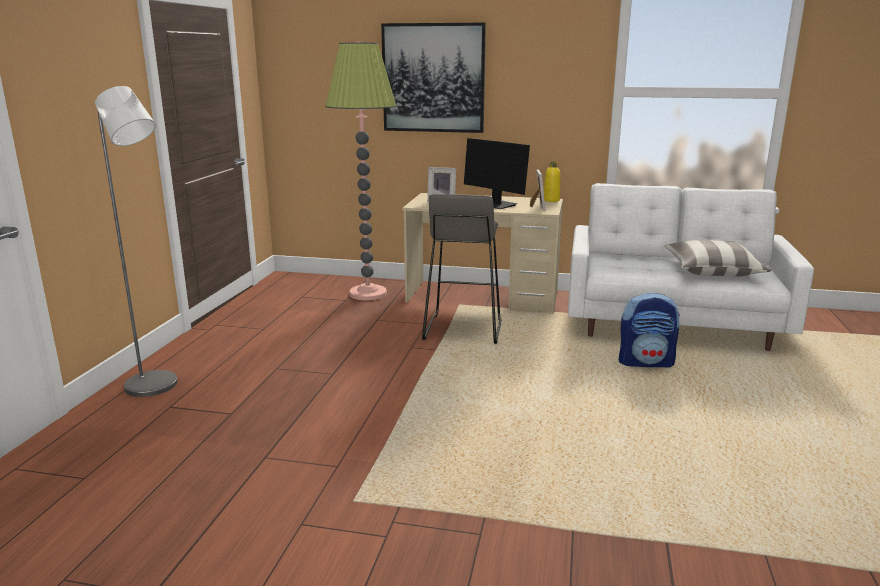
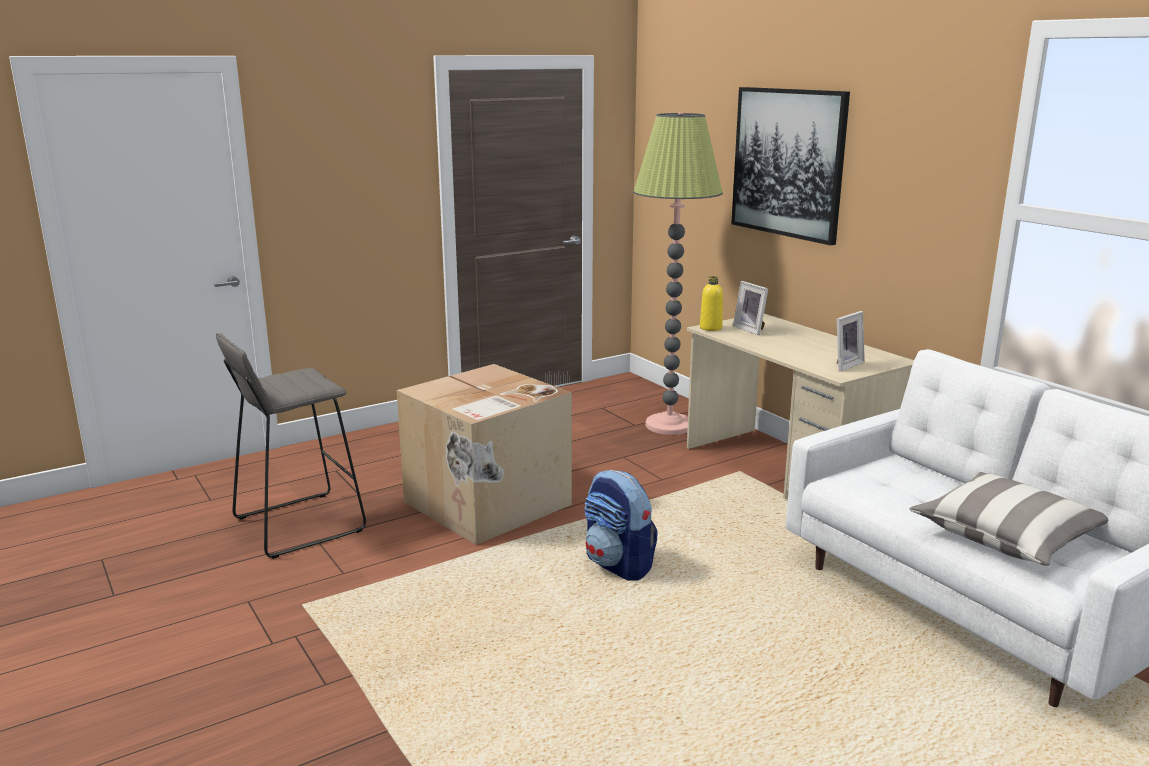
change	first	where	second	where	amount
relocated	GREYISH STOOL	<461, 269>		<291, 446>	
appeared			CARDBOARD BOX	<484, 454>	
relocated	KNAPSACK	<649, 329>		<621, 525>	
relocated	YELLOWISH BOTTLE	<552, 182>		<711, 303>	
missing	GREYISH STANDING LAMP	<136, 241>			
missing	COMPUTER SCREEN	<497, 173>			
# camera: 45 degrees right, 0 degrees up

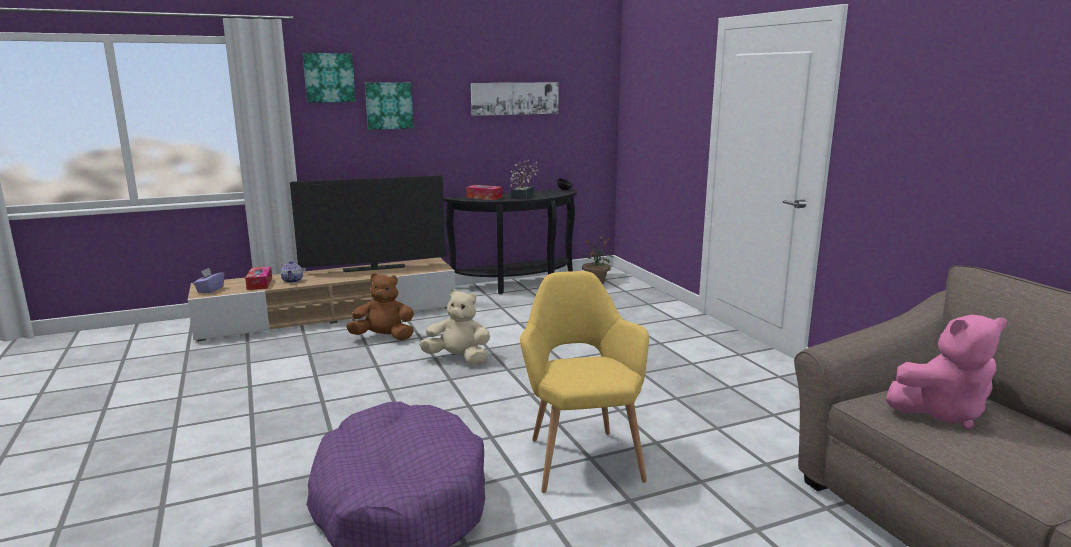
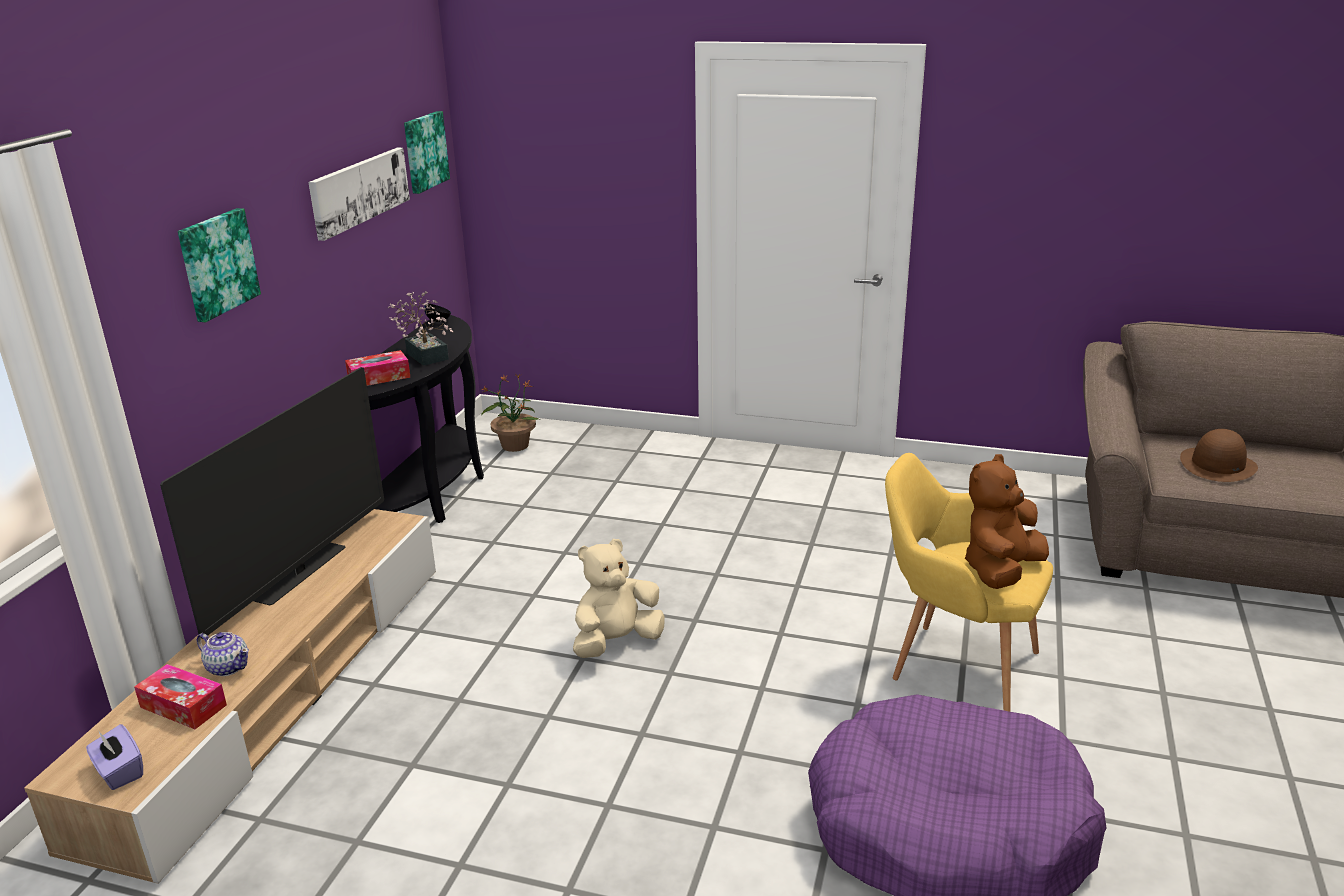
change	first	where	second	where	amount
relocated	WALL PICTURE	<329, 78>		<427, 152>	
relocated	BROWN-COLOURED PLUSH TOY	<380, 306>		<1007, 521>	
exchanged	PINKISH PLUSH TOY	<946, 372>	BROWN-COLOURED CLOTHING HAT	<1219, 455>	
# camera: 50 degrees left, 10 degrees up

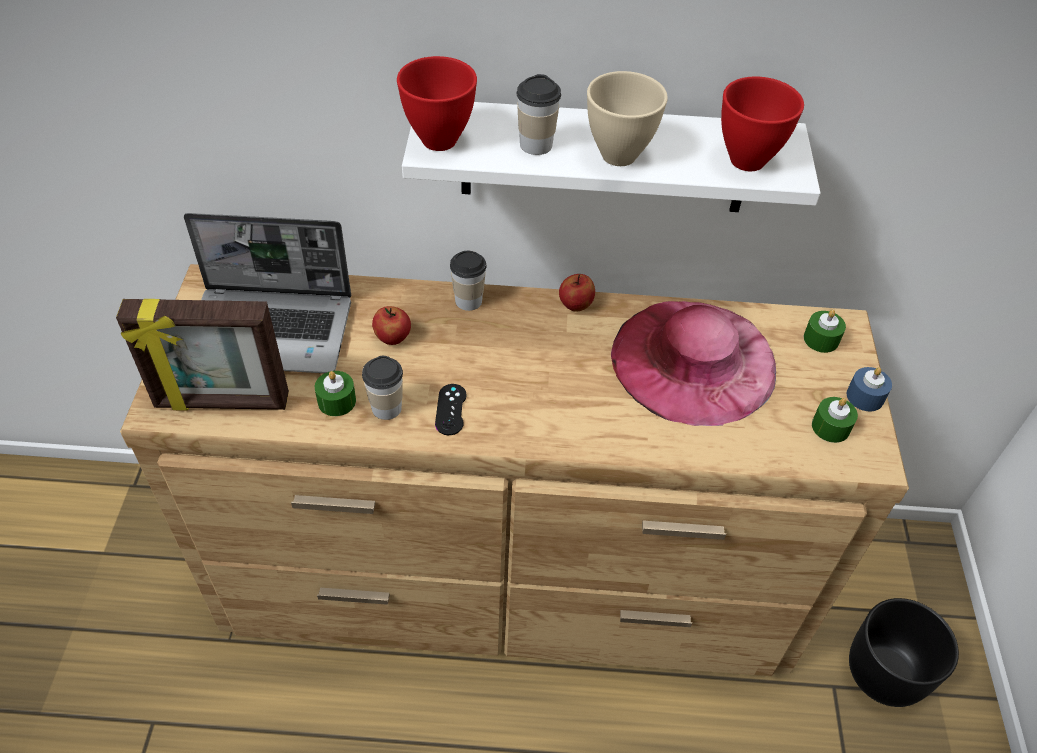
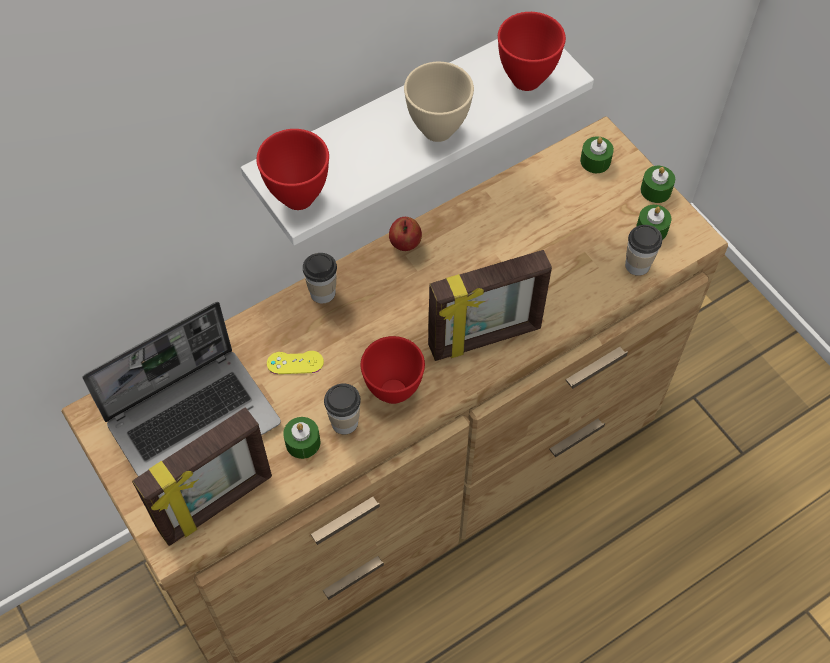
change	first	where	second	where	amount
exchanged	APPLE FRUIT	<391, 325>	YELLOWISH GAMEPAD	<295, 362>	
exchanged	BLACK-COLOURED GAMEPAD	<451, 409>	RED BOWL	<393, 370>	
appeared			PHOTO FRAME	<490, 305>	
relocated	SMALL CUP	<539, 114>		<643, 250>	
colour	BLUE-COLOURED WAX LIGHT	<869, 389>	GREEN WAX LIGHT	<658, 184>	
missing	PINKISH CLOTHING HAT	<693, 363>			
missing	BLACK-COLOURED PLANTER	<904, 652>			
# camera: 35 degrees left, 10 degrees up

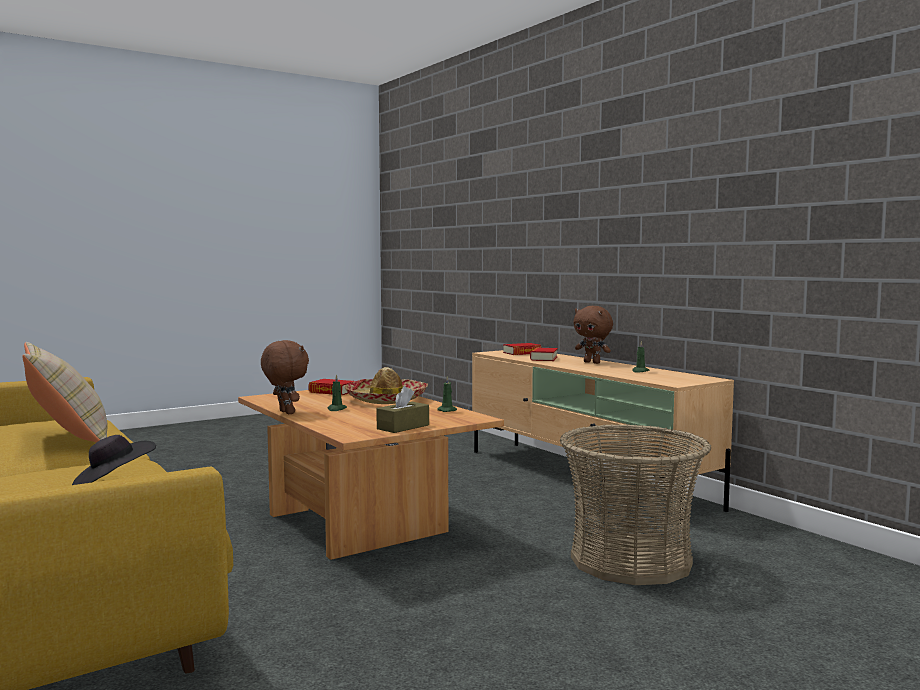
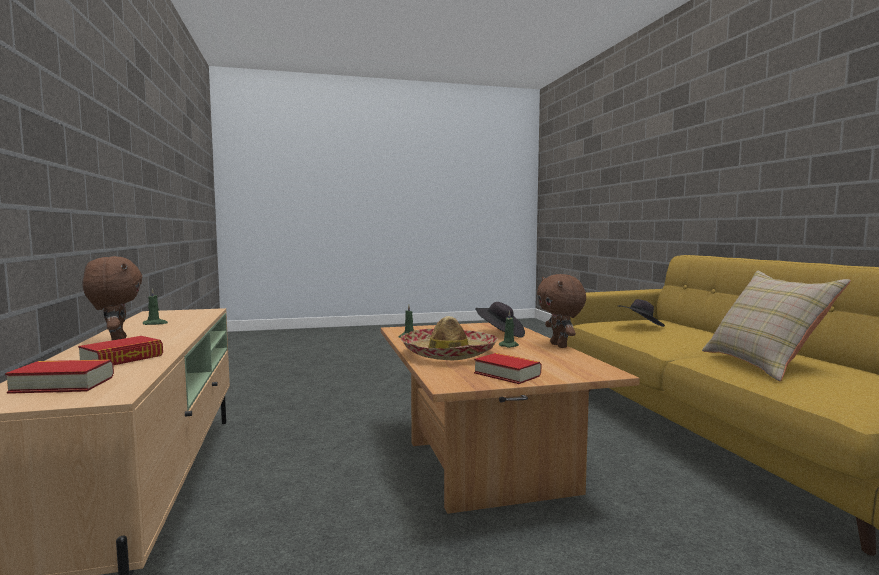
change	first	where	second	where	amount
appeared			BLACK-COLOURED CLOTHING HAT	<500, 320>	
missing	BROWN-COLOURED TISSUE BOX	<402, 409>			
missing	STORAGE BASKET	<635, 504>			
# camera: 160 degrees left, 0 degrees up

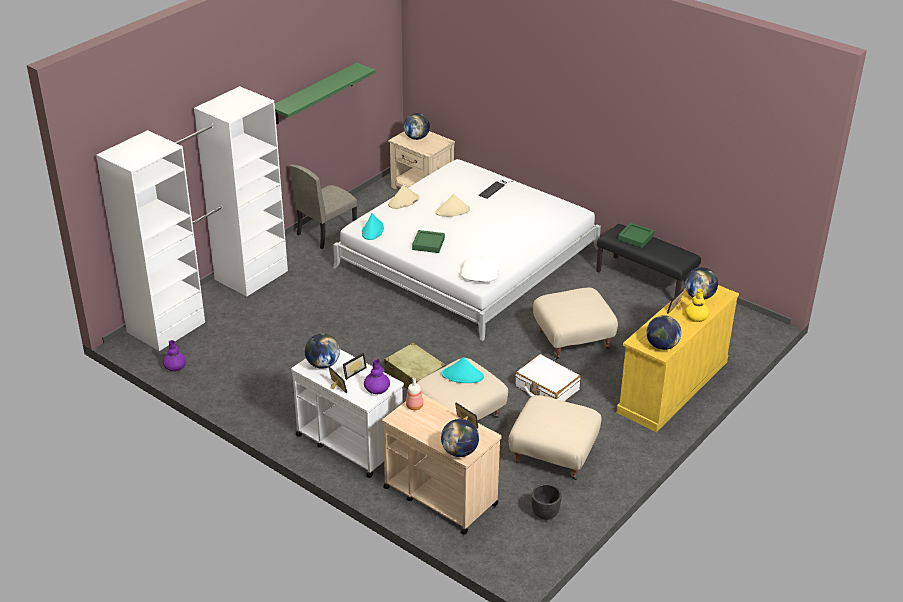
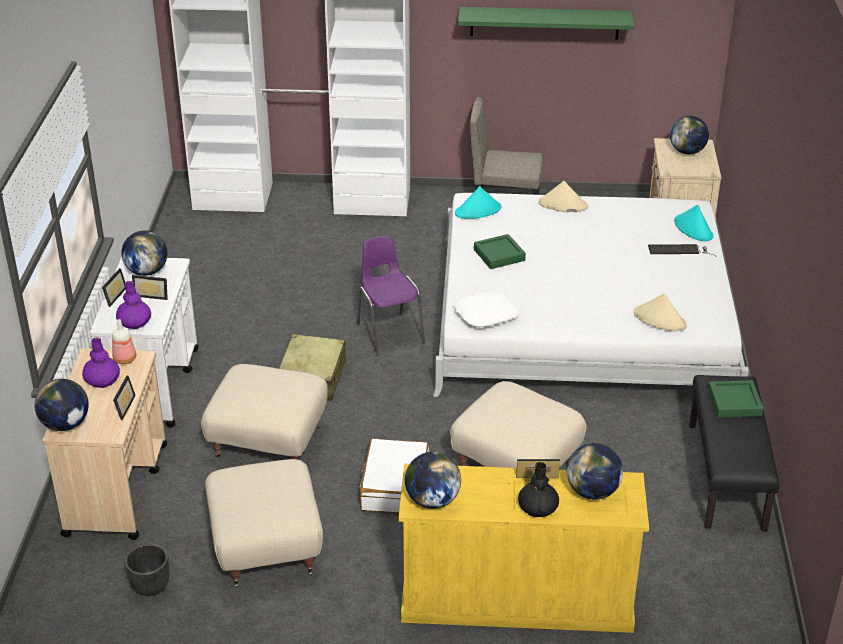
change	first	where	second	where	amount
relocated	PURPLE FLOWER VASE	<174, 355>		<101, 362>	
appeared			PURPLE PLAIN CHAIR	<391, 296>	
colour	YELLOWISH FLOWER VASE	<697, 305>	BLACK-COLOURED FLOWER VASE	<538, 489>	
relocated	BEIGE CLOTHING HAT	<453, 205>		<660, 312>	
relocated	TURQUOISE CLOTHING HAT	<463, 370>		<694, 223>	
# camera: 55 degrees right, 0 degrees up

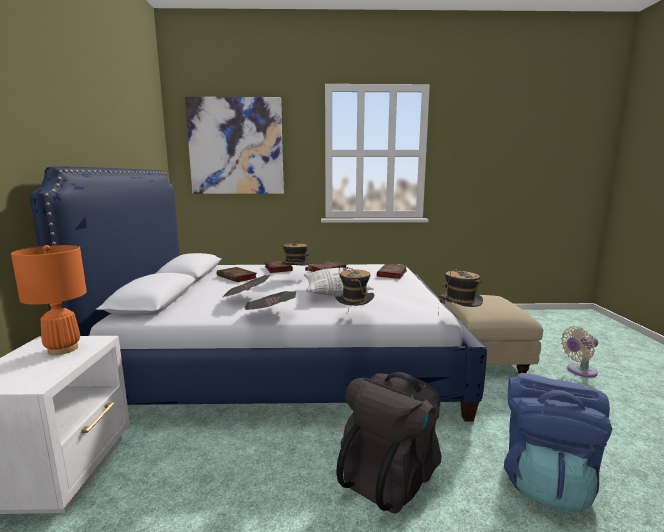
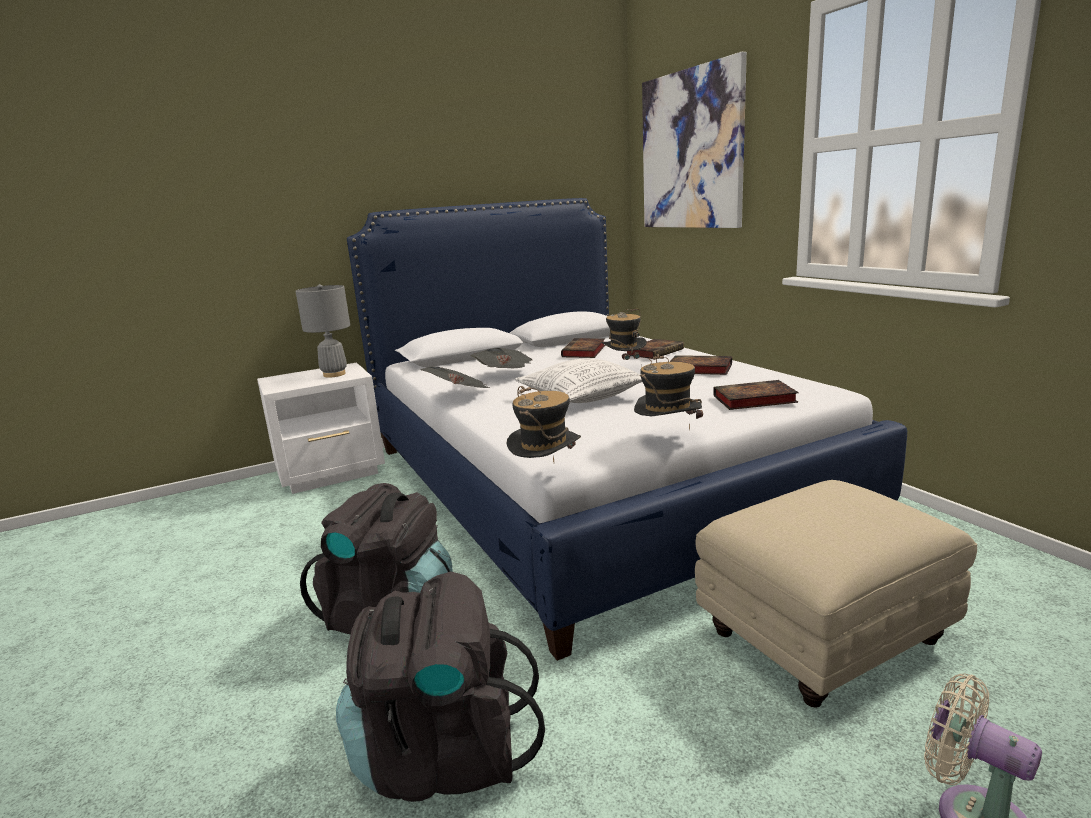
change	first	where	second	where	amount
colour	ORANGE-COLOURED TABLE LAMP	<49, 300>	GREYISH TABLE LAMP	<322, 331>	
colour	BLUE-COLOURED KNAPSACK	<558, 442>	BLACK-COLOURED KNAPSACK	<440, 686>	
relocated	CLOTHING HAT	<355, 289>		<668, 392>	
# camera: 65 degrees right, 5 degrees up

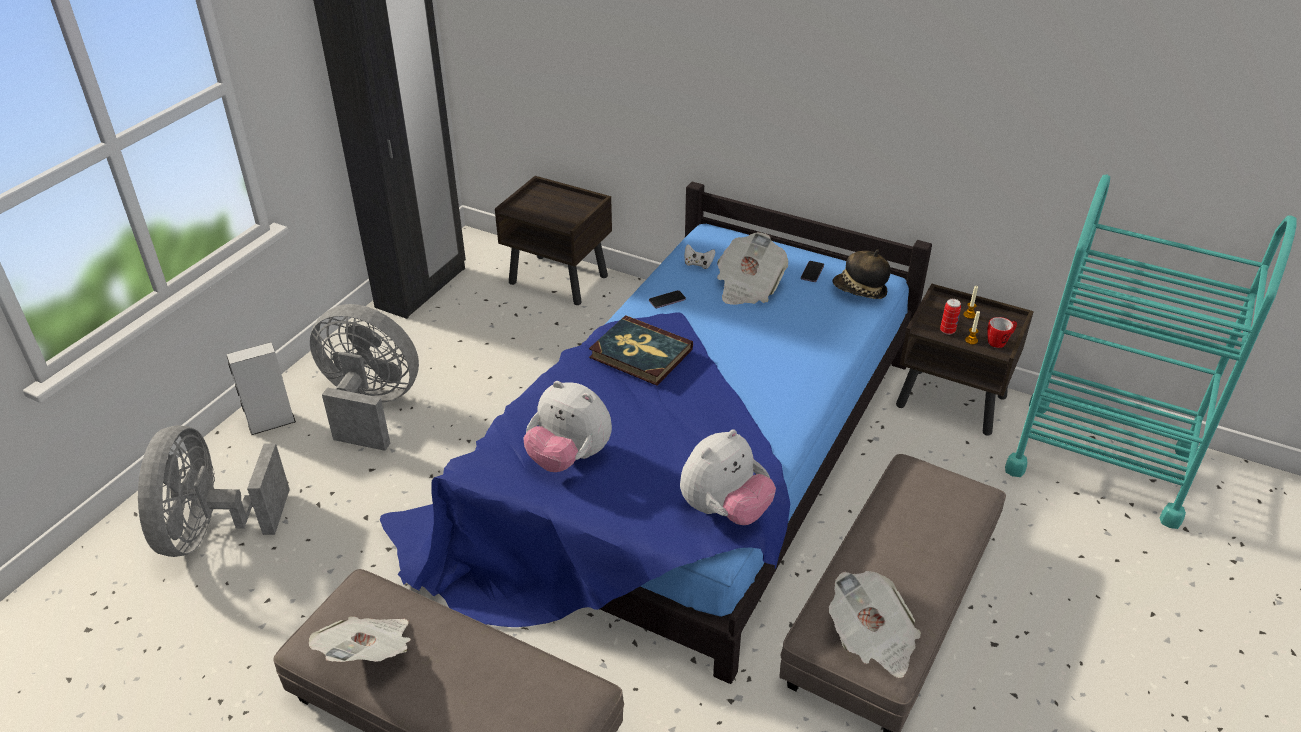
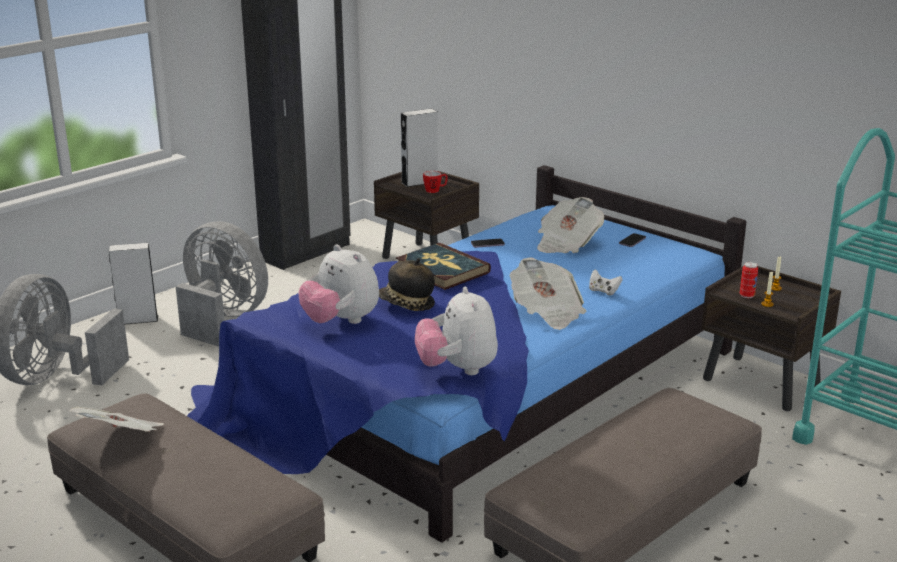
change	first	where	second	where	amount
relocated	CLOTHING HAT	<861, 274>		<407, 284>	
appeared			GREYISH AUDIO SPEAKER	<419, 147>	
spun	PLUSH TOY	<728, 477>		<456, 331>	105 degrees clockwise
relocated	TEA MUG	<1002, 332>		<435, 182>	
relocated	PRINTED PAPER	<875, 624>		<548, 294>	
relocated	WHITISH GAMEPAD	<699, 256>		<606, 282>	
# camera: 15 degrees right, 15 degrees down

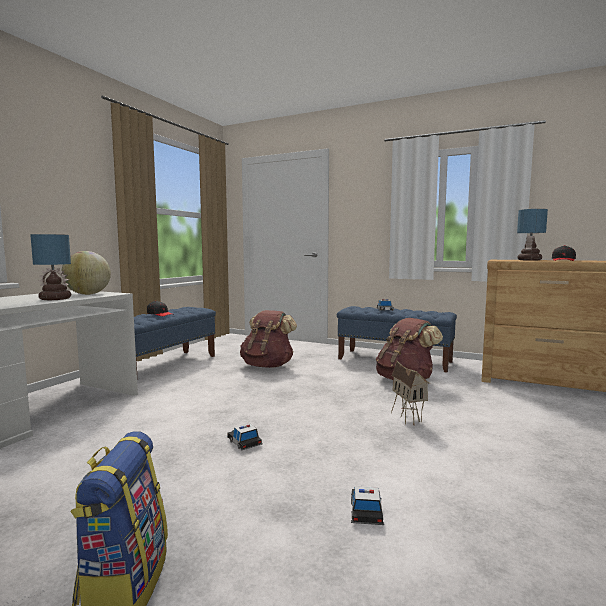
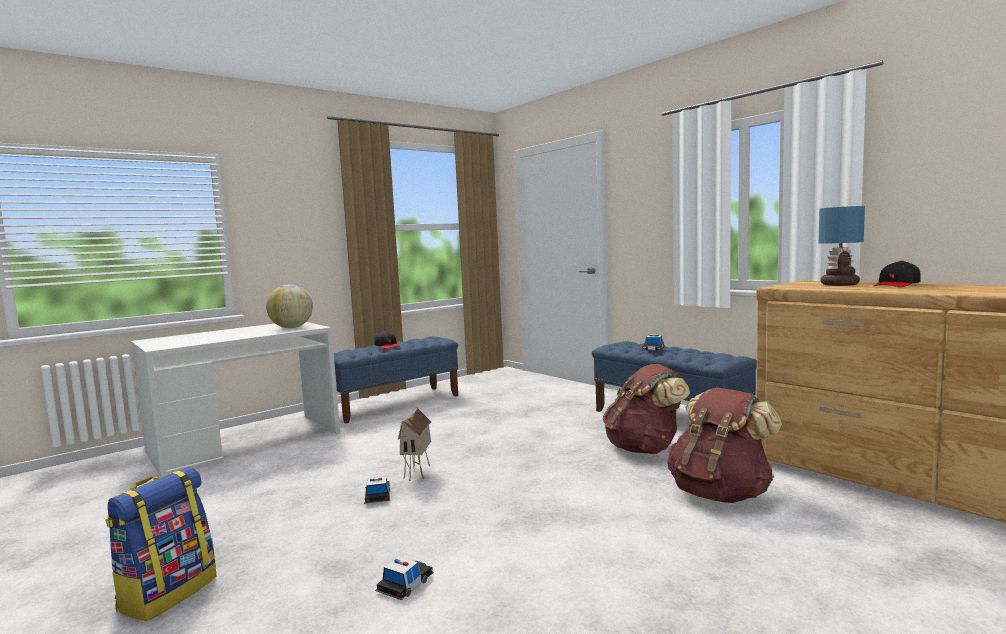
change	first	where	second	where	amount
relocated	MINIATURE HOUSE	<410, 393>		<414, 444>	
relocated	BROWN-COLOURED KNAPSACK	<268, 339>		<724, 445>	
missing	TABLE LAMP	<50, 267>			
# camera: 25 degrees right, 0 degrees up

